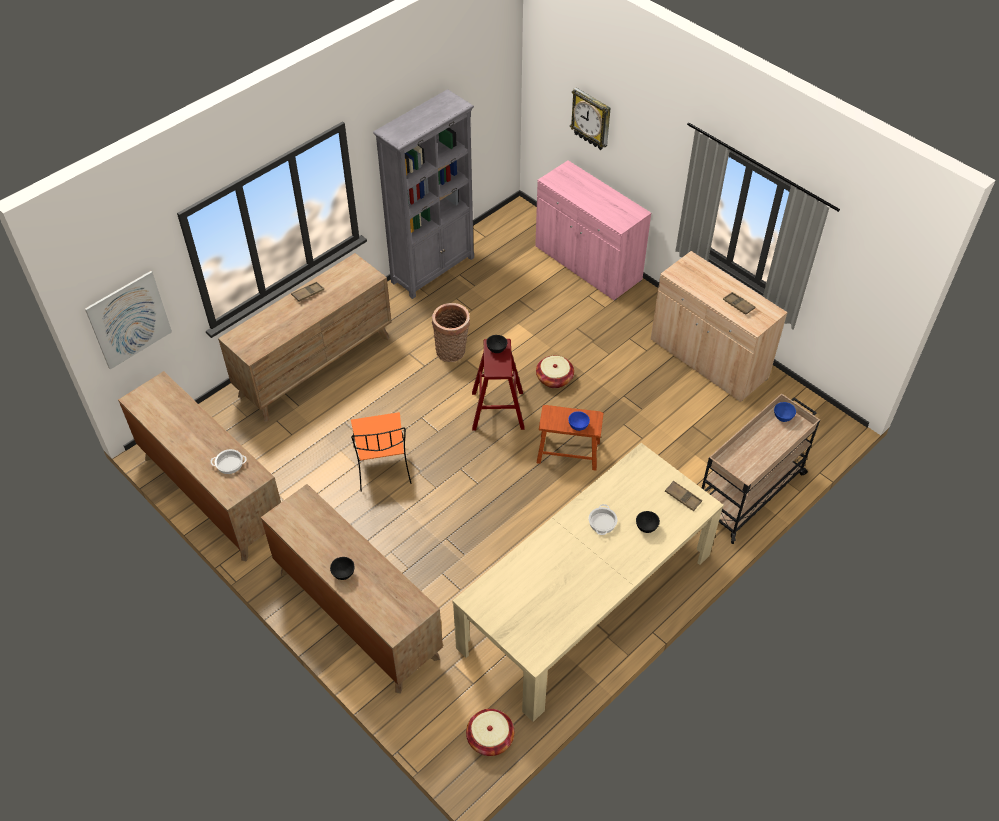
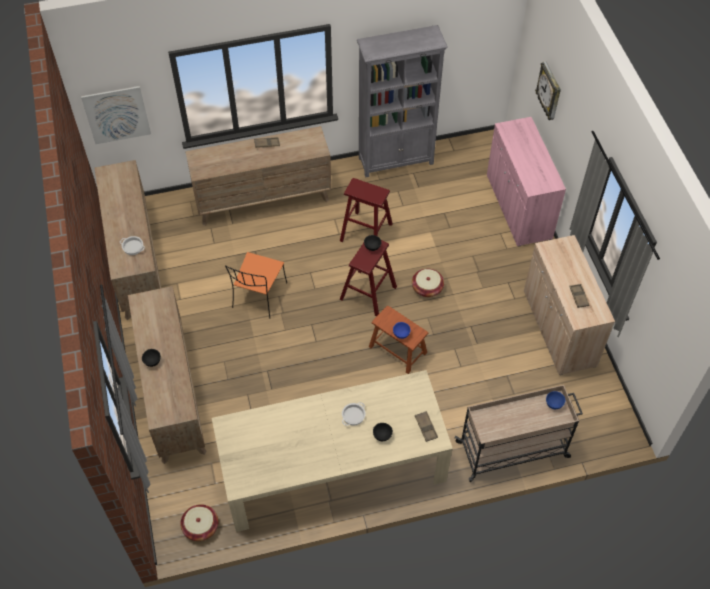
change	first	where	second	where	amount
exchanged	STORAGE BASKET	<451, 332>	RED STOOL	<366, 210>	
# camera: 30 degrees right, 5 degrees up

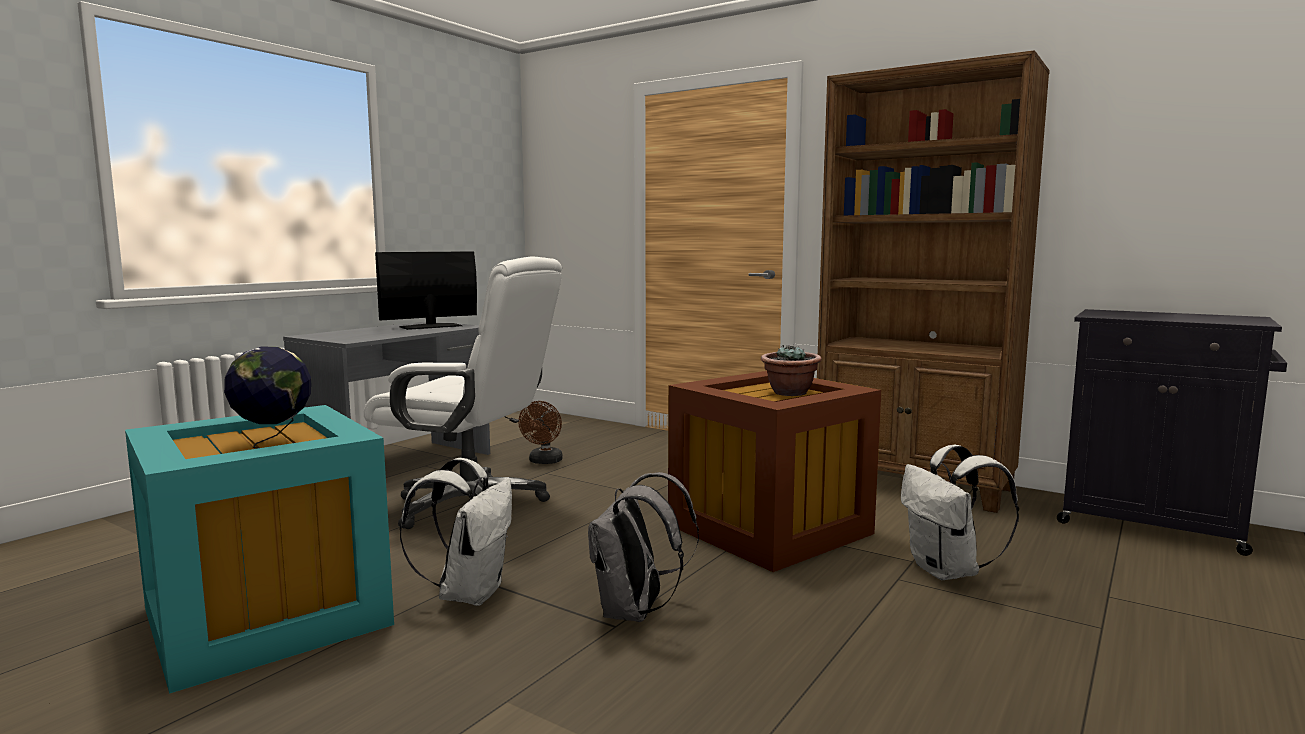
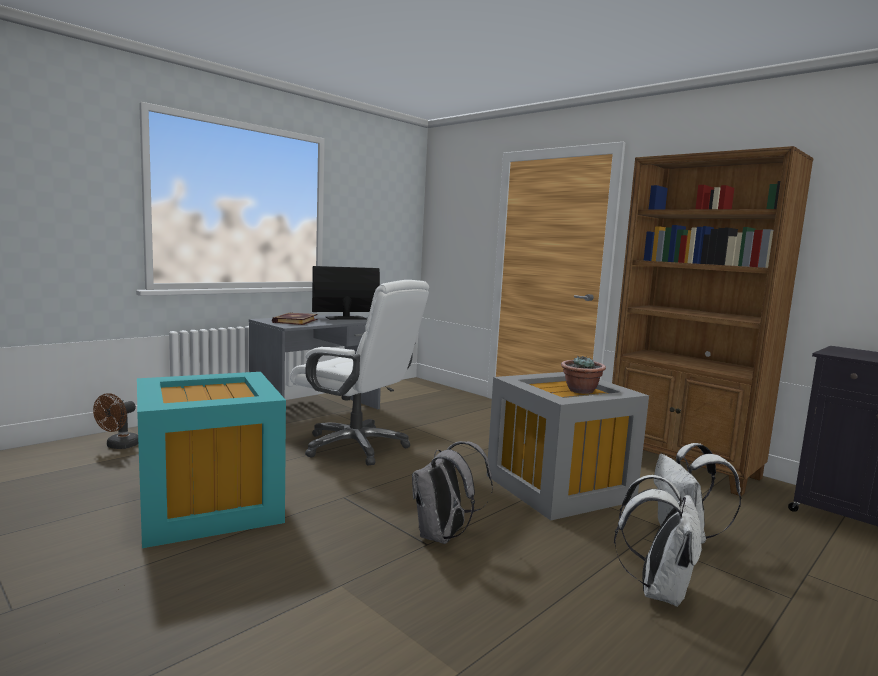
change	first	where	second	where	amount
relocated	BROWN-COLOURED COOLING FAN	<540, 432>		<115, 421>	
appeared			BOOK	<295, 319>	
colour	BROWN-COLOURED STORAGE BIN	<774, 471>	GREYISH STORAGE BIN	<568, 446>	
relocated	WHITISH KNAPSACK	<456, 532>		<658, 541>	
missing	WORLD GLOBE	<267, 397>			
# camera: 10 degrees right, 0 degrees up

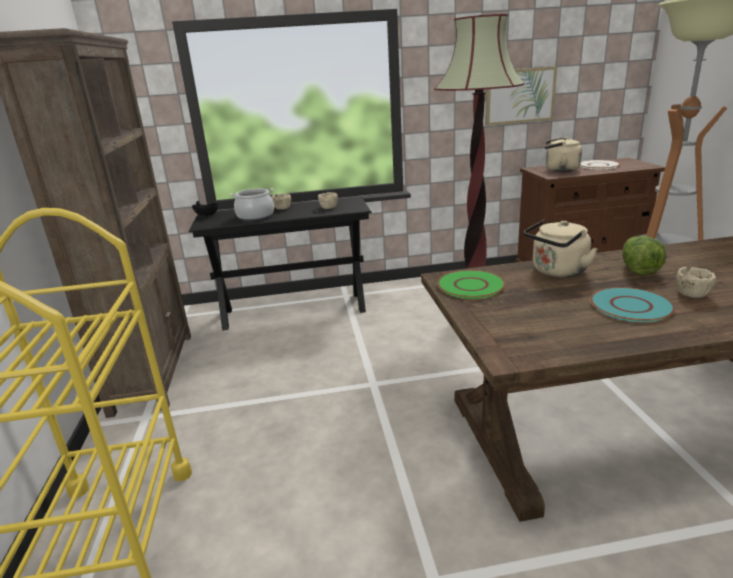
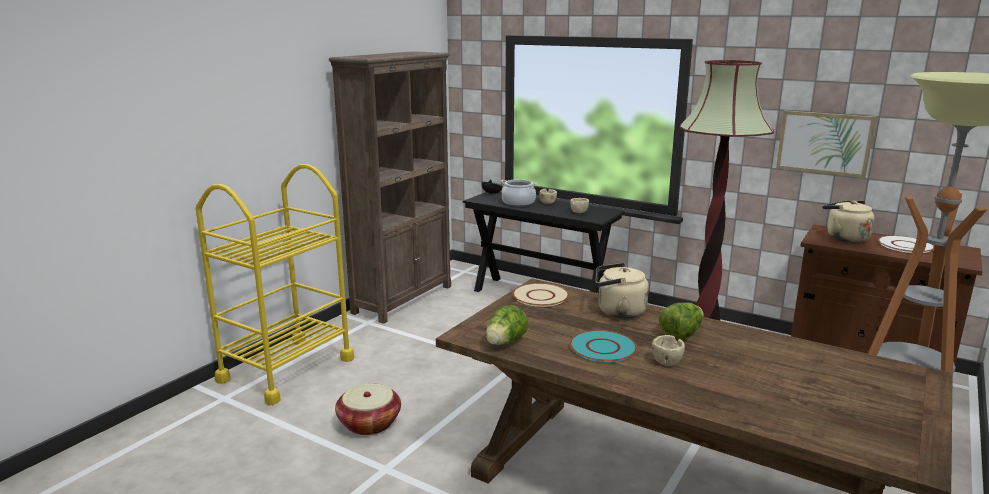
change	first	where	second	where	amount
appeared			STORAGE BASKET	<368, 409>	
appeared			LETTUCE HEAD	<507, 325>	
colour	GREEN DINNER PLATE	<471, 284>	BEIGE DINNER PLATE	<541, 295>	
# camera: 40 degrees right, 5 degrees down

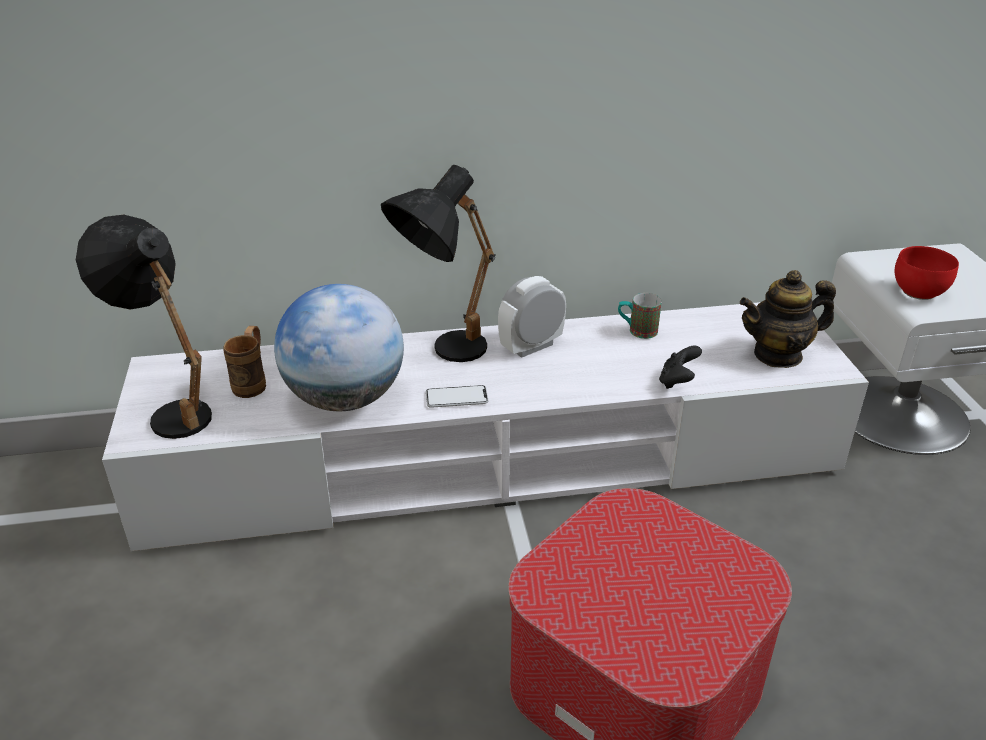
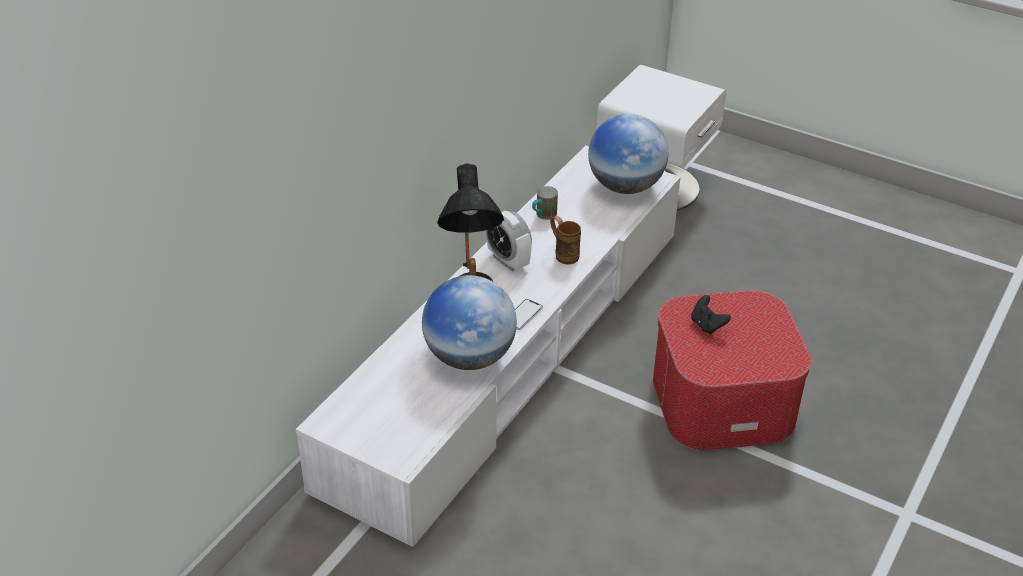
change	first	where	second	where	amount
spun	ALARM CLOCK	<532, 317>		<509, 241>	45 degrees counterclockwise
relocated	BROWN-COLOURED TEA MUG	<244, 362>		<565, 240>	
exchanged	TEA POT	<788, 319>	WORLD GLOBE	<628, 154>	
relocated	BLACK-COLOURED GAMEPAD	<680, 367>		<711, 314>	
missing	BLACK-COLOURED TABLE LAMP	<144, 327>			
missing	RED BOWL	<927, 273>			
# camera: 50 degrees left, 5 degrees up

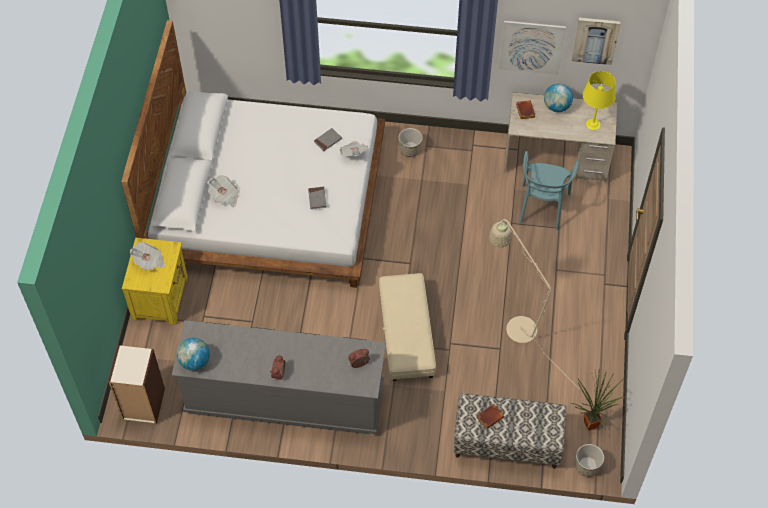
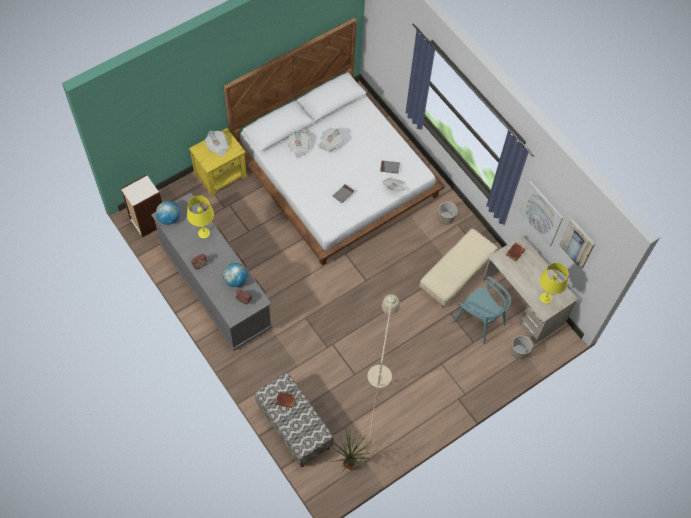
change	first	where	second	where	amount
appeared			YELLOWISH TABLE LAMP	<200, 217>	
relocated	WORLD GLOBE	<558, 97>		<235, 275>	
appeared			PRINTED PAPER	<330, 140>	
relocated	BEIGE FOOTREST	<407, 327>		<458, 268>	
spun	TURQUOISE PLAIN CHAIR	<549, 190>		<482, 310>	105 degrees counterclockwise
relocated	PLANTER	<589, 460>		<522, 347>	
# camera: 45 degrees right, 5 degrees up

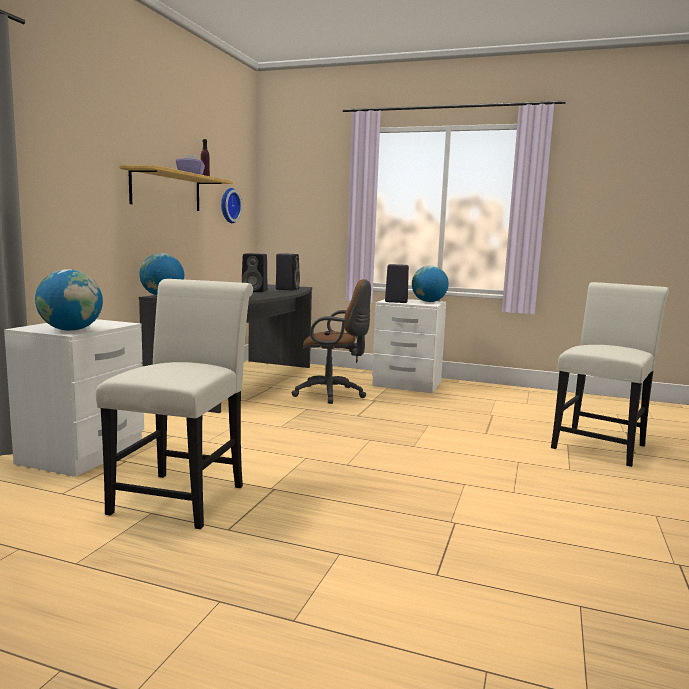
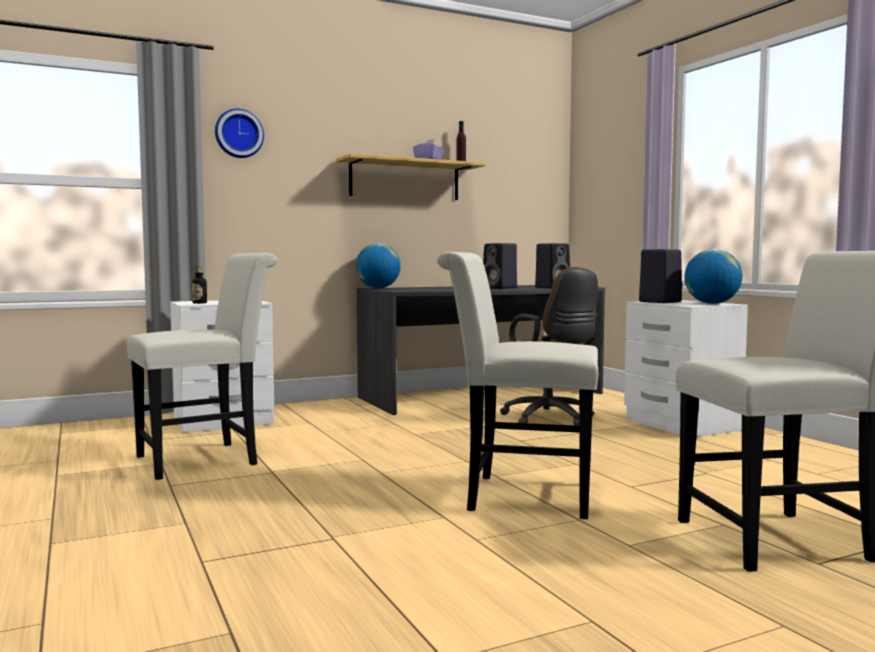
change	first	where	second	where	amount
exchanged	WORLD GLOBE	<69, 300>	BOTTLE	<199, 285>	
relocated	WALL CLOCK	<231, 205>		<239, 133>	
appeared			WHITISH PLAIN CHAIR	<517, 385>	
# camera: 45 degrees right, 5 degrees down

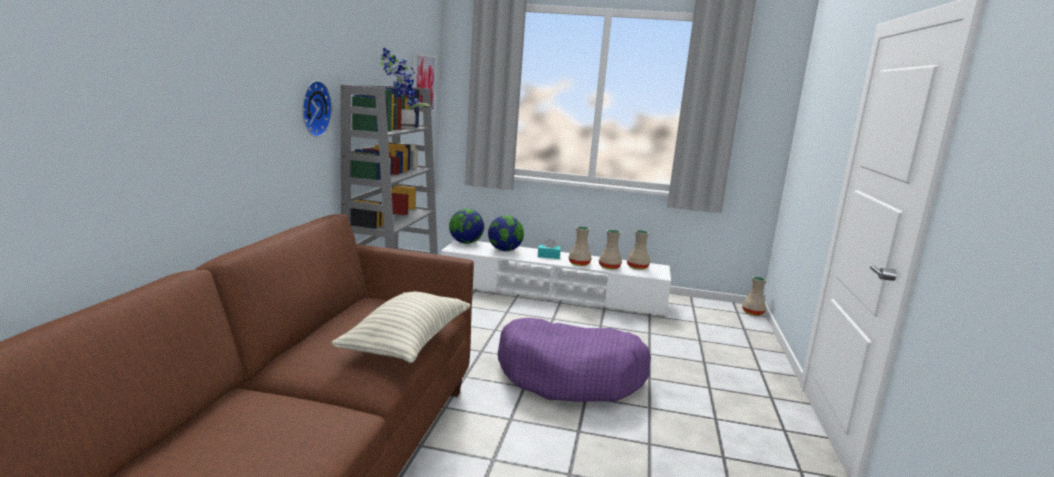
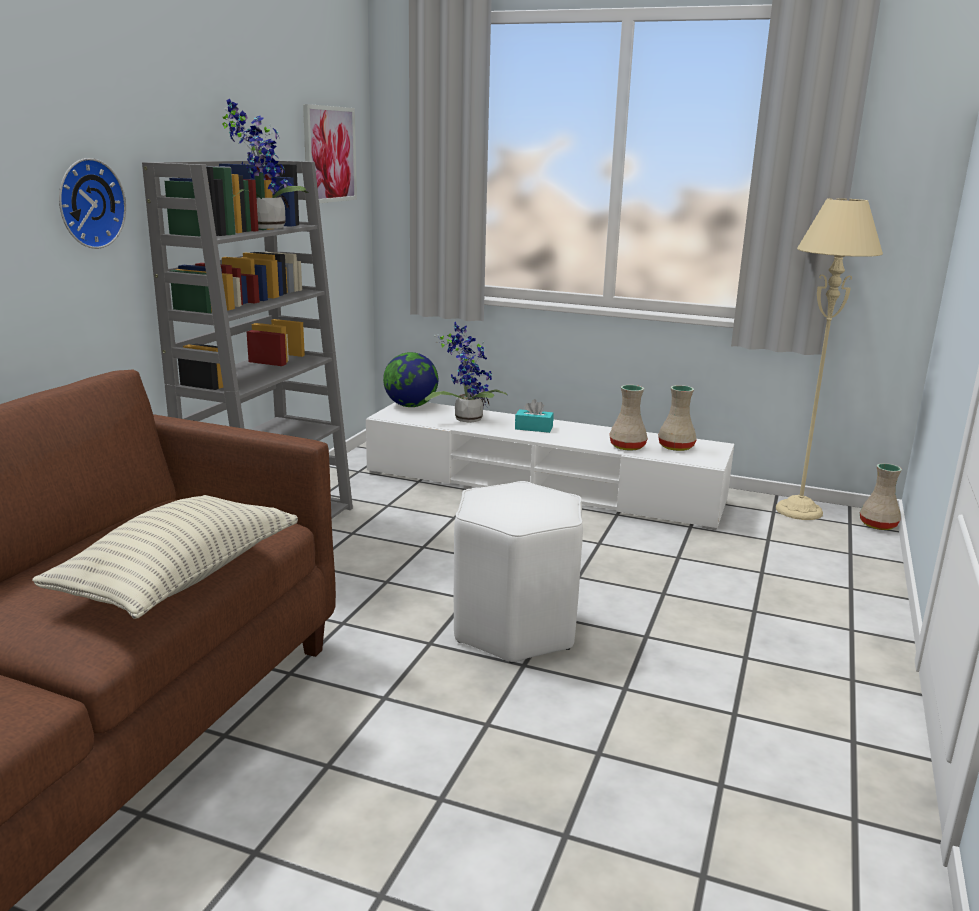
change	first	where	second	where	amount
exchanged	WORLD GLOBE	<506, 233>	PLANT IN A POT	<466, 372>	
exchanged	PURPLE DOG BED	<574, 360>	WHITISH STOOL	<518, 572>	
appeared			BEIGE STANDING LAMP	<829, 359>	
missing	BEIGE FLOWER VASE	<580, 246>			
# camera: 10 degrees right, 5 degrees up

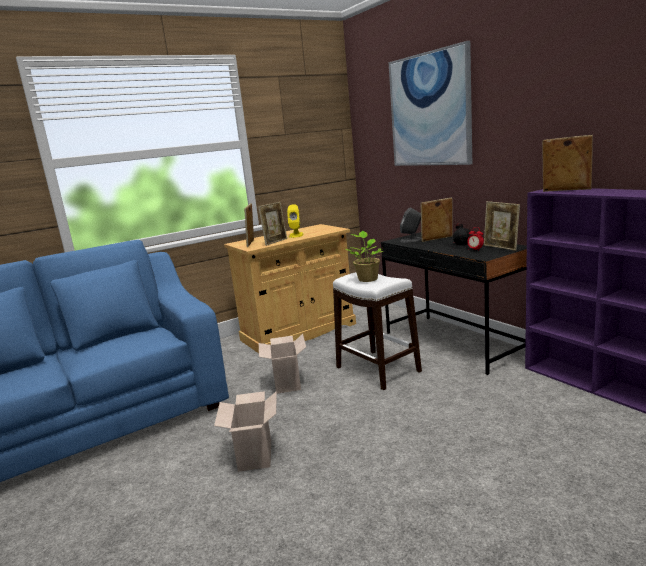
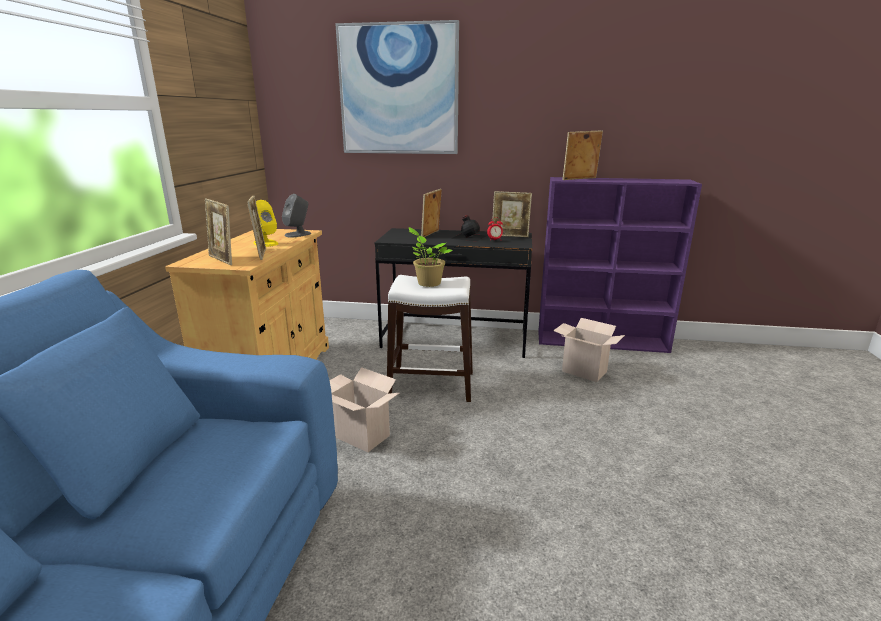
change	first	where	second	where	amount
relocated	GREYISH AUDIO SPEAKER	<410, 224>		<296, 215>	
relocated	CARDBOARD BOX	<245, 431>		<589, 350>	
# camera: 50 degrees left, 5 degrees up

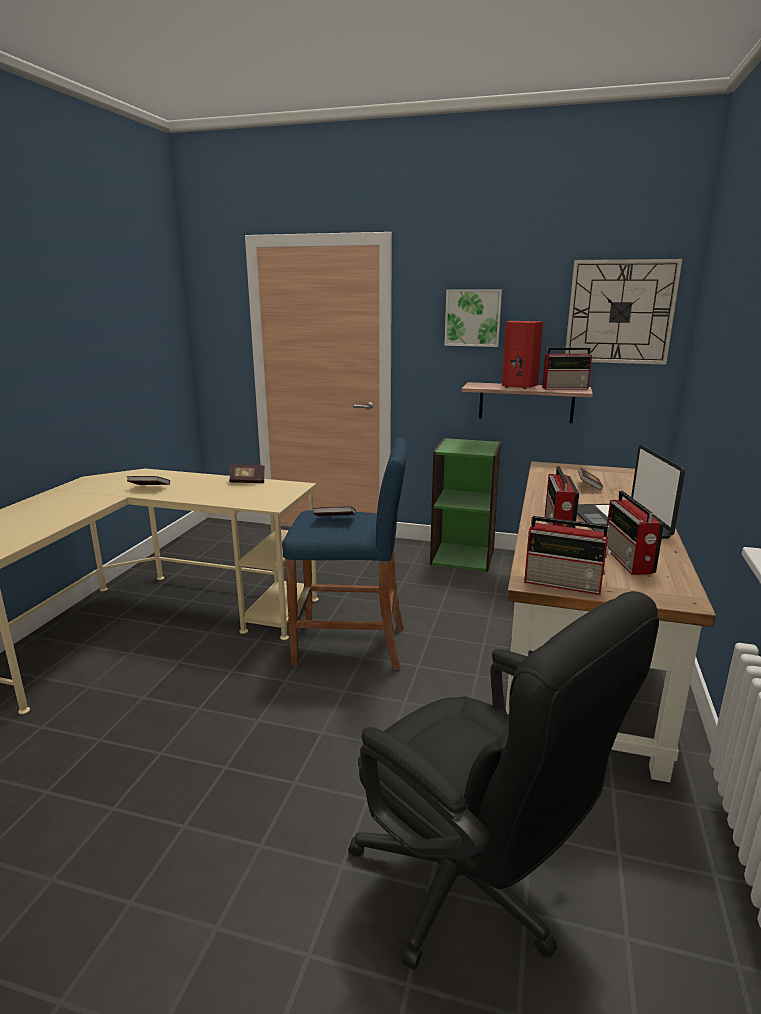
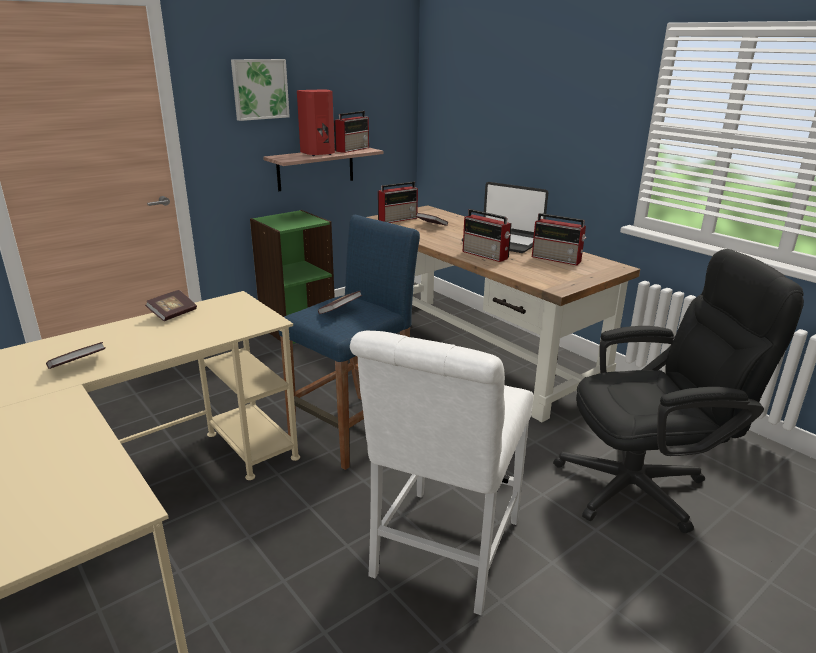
change	first	where	second	where	amount
appeared			WHITISH PLAIN CHAIR	<442, 473>	
relocated	RADIO RECEIVER	<567, 555>		<398, 202>	
missing	WALL CLOCK	<623, 312>			
# camera: 55 degrees left, 5 degrees up

